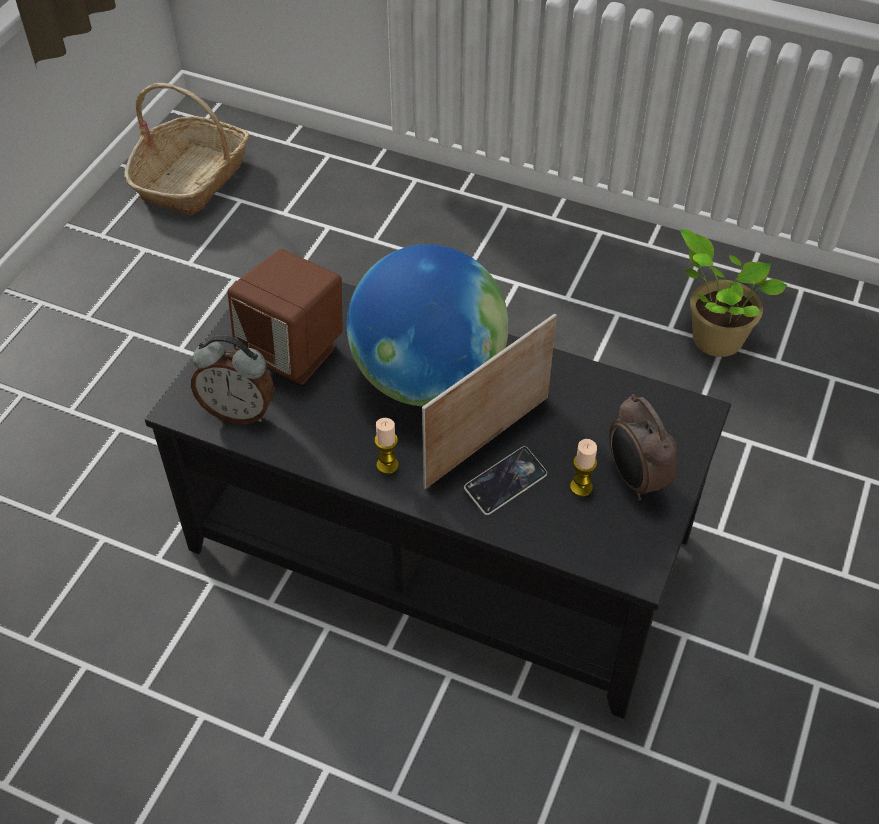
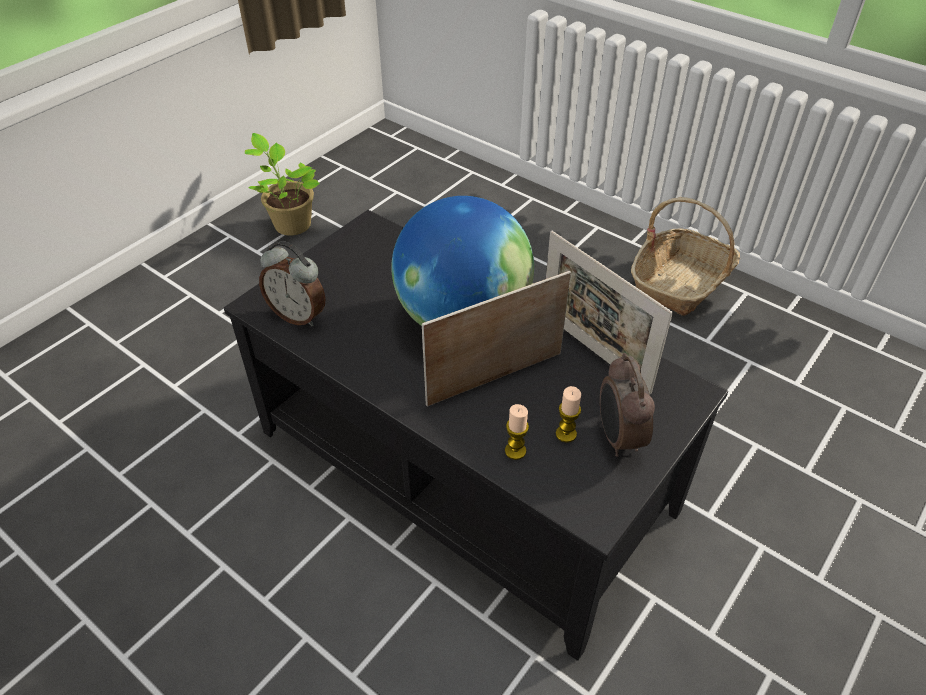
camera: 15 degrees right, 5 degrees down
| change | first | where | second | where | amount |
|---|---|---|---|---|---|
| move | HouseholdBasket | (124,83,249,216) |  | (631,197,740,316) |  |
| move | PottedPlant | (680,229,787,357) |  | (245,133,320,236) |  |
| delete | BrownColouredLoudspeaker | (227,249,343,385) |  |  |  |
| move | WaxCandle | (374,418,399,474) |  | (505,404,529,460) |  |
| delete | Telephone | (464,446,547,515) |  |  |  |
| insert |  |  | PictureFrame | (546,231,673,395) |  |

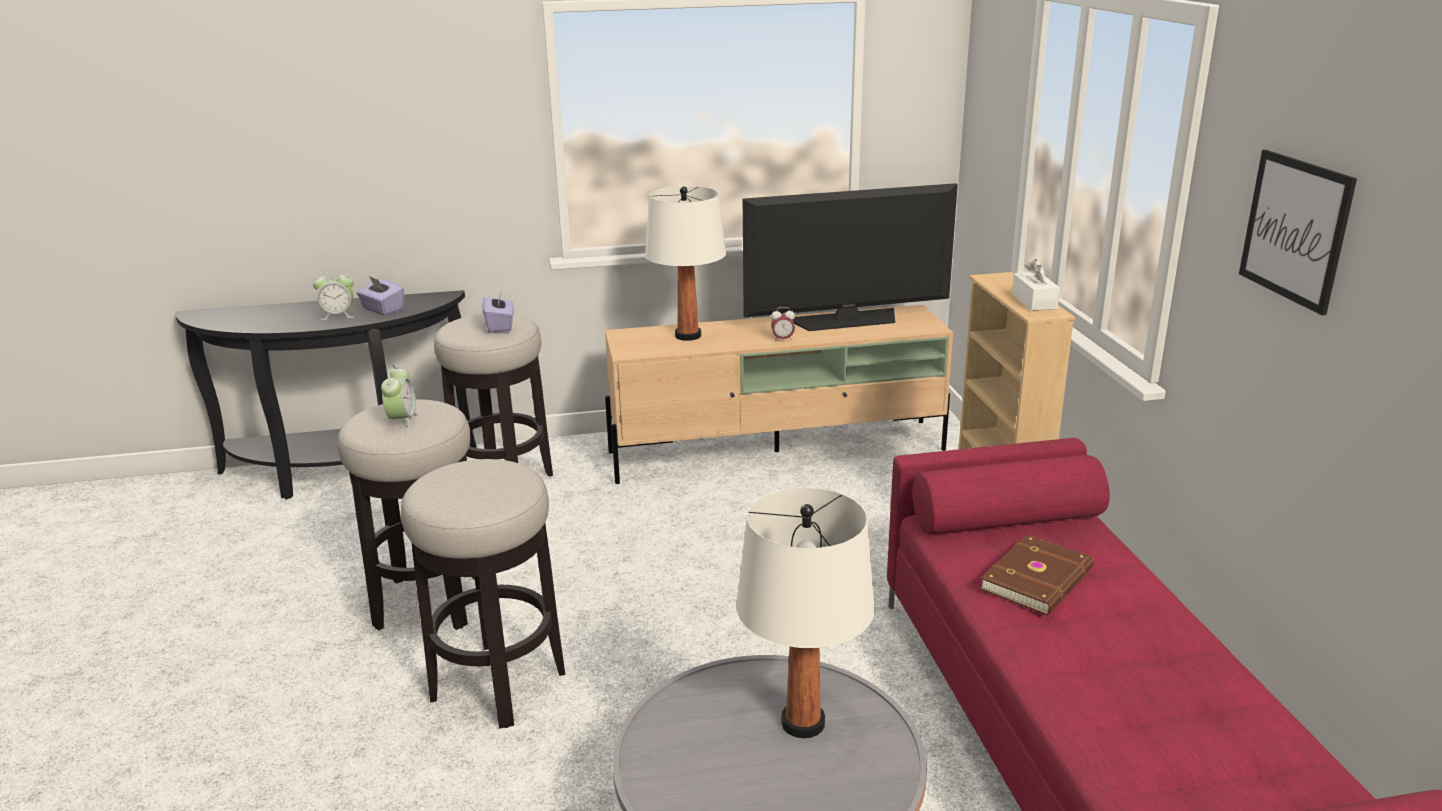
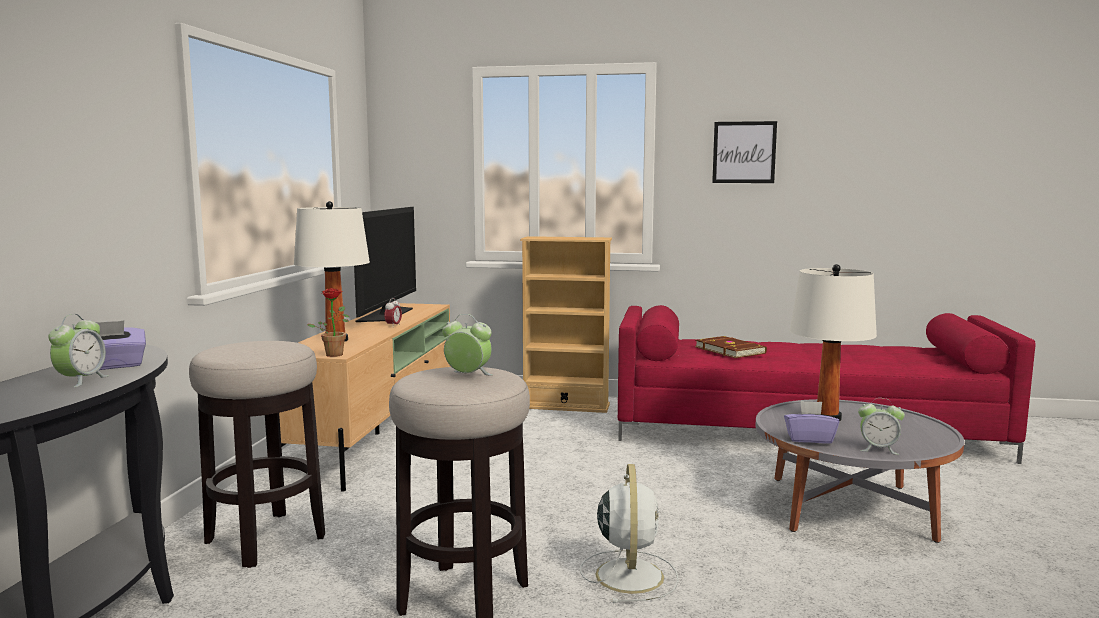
camera: 70 degrees left, 15 degrees down
| change | first | where | second | where | amount |
|---|---|---|---|---|---|
| delete | WhitishBoxOfTissues | (1012,259,1060,311) |  |  |  |
| move | PurplishBoxOfTissues | (482,290,514,333) |  | (784,401,839,444) |  |
| replace | SittingStool | (401,459,565,729) | WhitishCoolingFan | (580,464,679,603) |  |
| insert |  |  | PottedPlant | (307,288,349,357) |  |
| insert |  |  | BedsideClock | (858,398,905,455) |  |

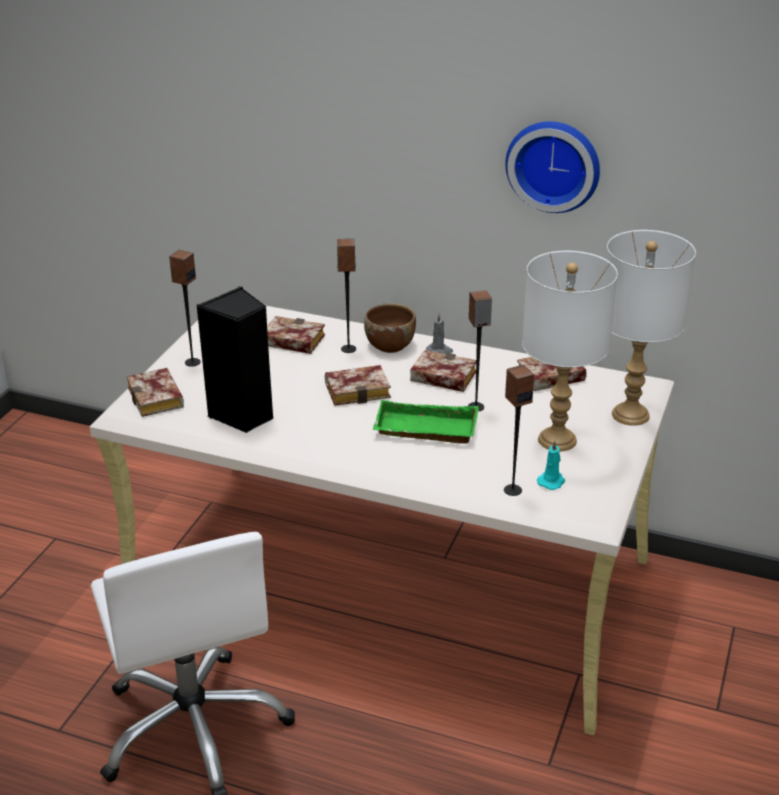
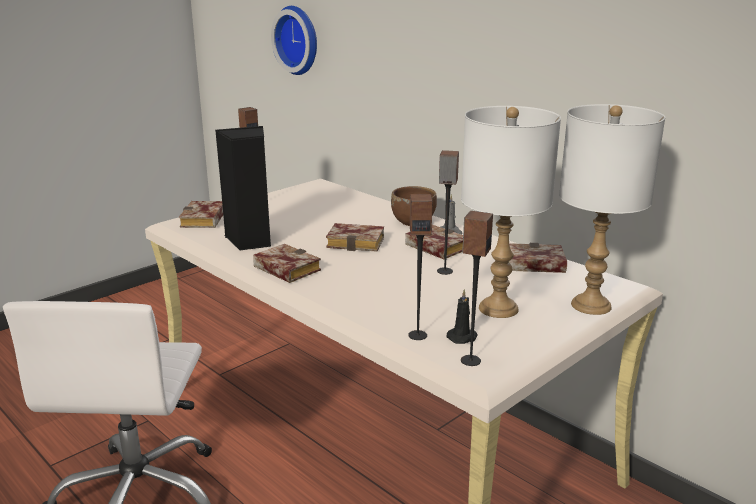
camera: 25 degrees right, 10 degrees down
| change | first | where | second | where | amount |
|---|---|---|---|---|---|
| move | HangingClock | (505,121,600,213) |  | (271,6,317,75) |  |
| move | Loudspeaker | (337,239,356,353) |  | (461,211,493,366) |  |
| move | BoundBook | (267,316,325,354) |  | (253,244,321,283) |  |
| delete | GreenishTray | (372,400,479,444) |  |  |  |
| recolor | TurquoiseColouredWaxCandle | (537,440,565,490) | BlackColouredWaxCandle | (446,289,478,344) |  |

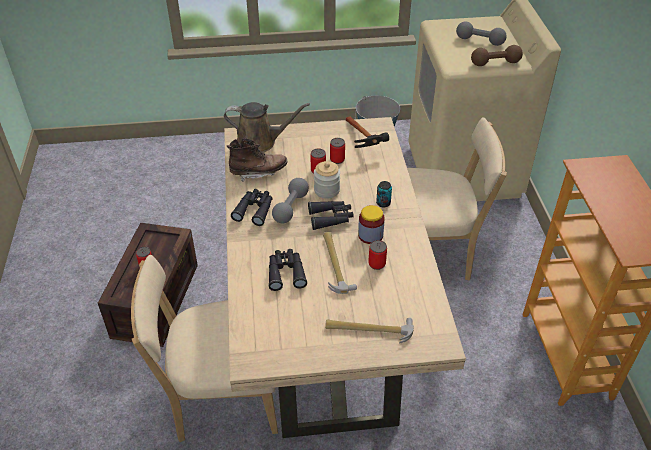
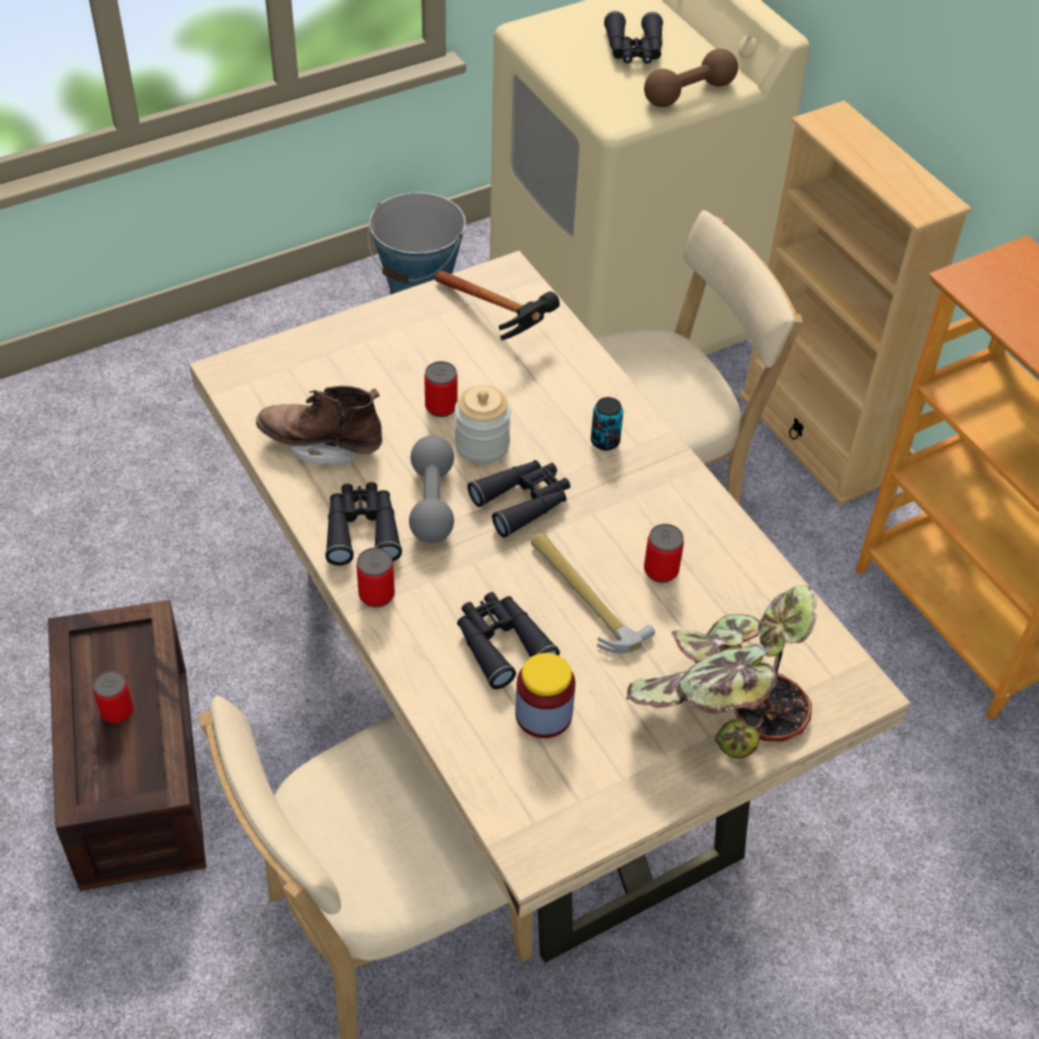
camera: 25 degrees left, 5 degrees up
| change | first | where | second | where | amount |
|---|---|---|---|---|---|
| replace | GreyishDumbbell | (456,21,507,46) | BlackColouredFieldGlasses | (604,11,663,64) |  |
| delete | BrownColouredSprinklingCan | (224,102,310,152) |  |  |  |
| rotate | BrownColouredTallBoot | (227,138,288,182) |  | (256,386,382,466) | 135 degrees counterclockwise |
| move | SealedCan | (330,138,345,164) |  | (356,548,395,608) |  |
| move | StorageJar | (358,205,385,244) |  | (515,653,575,738) |  |
| replace | ToolHammer | (325,318,414,344) | PottedPlant | (626,585,817,759) |  |
| insert |  |  | SandColouredShelvingUnit | (739,100,972,505) |  |

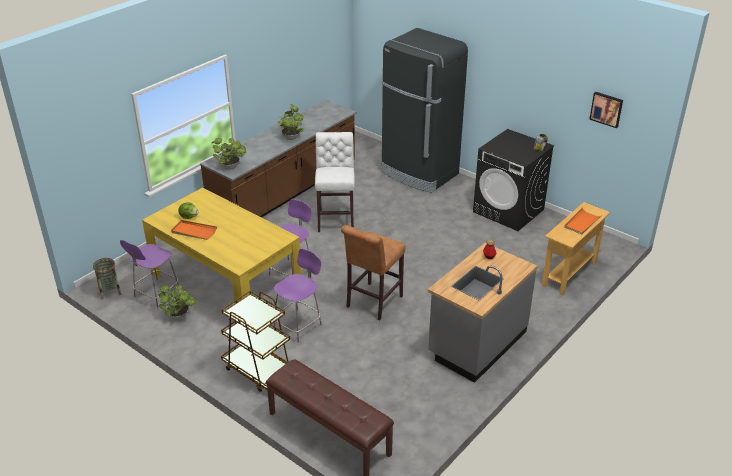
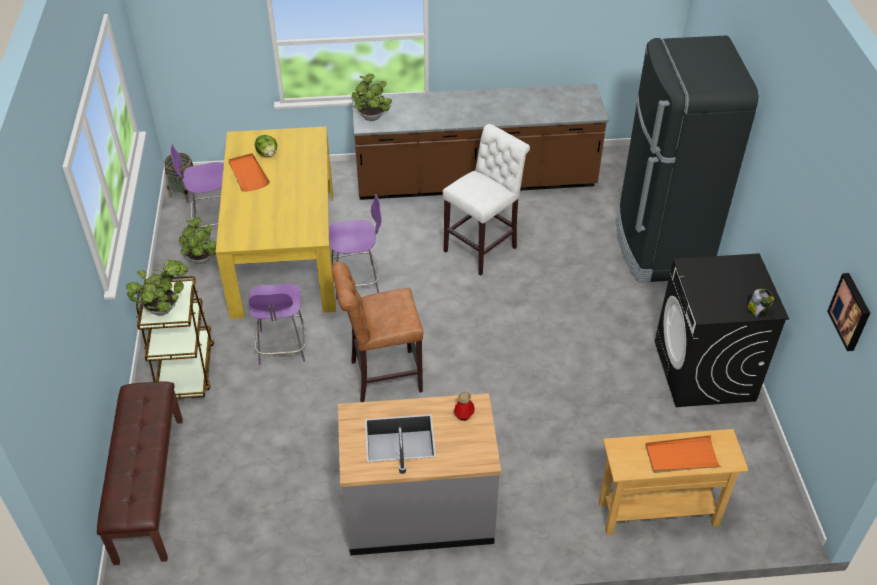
camera: 45 degrees right, 10 degrees up
| change | first | where | second | where | amount |
|---|---|---|---|---|---|
| move | PottedPlant | (278,104,303,140) |  | (126,260,188,316) |  |
| rotate | PurplishChair | (274,249,322,343) |  | (249,284,306,365) | 90 degrees clockwise |

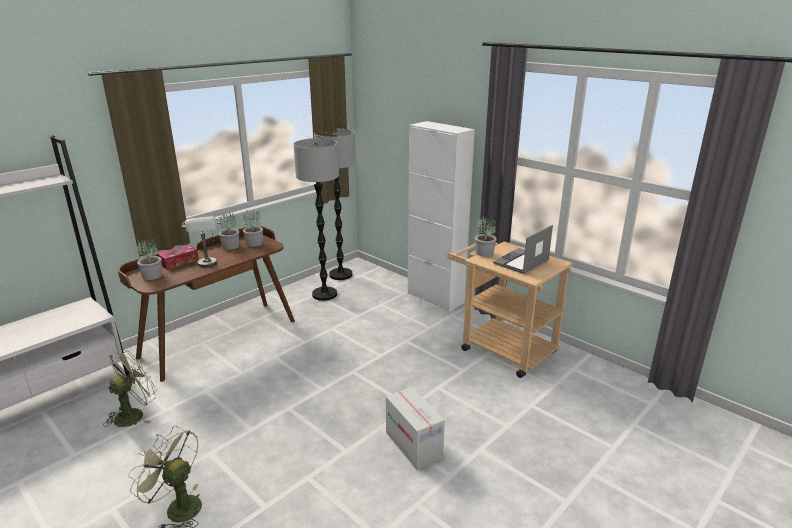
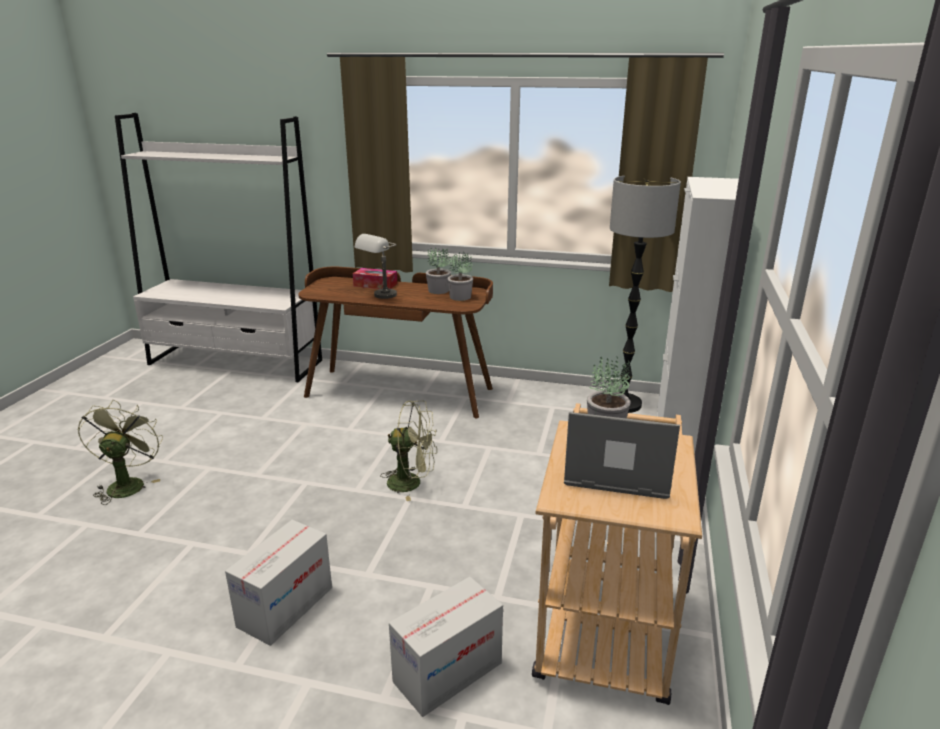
camera: 60 degrees right, 0 degrees up
| change | first | where | second | where | amount |
|---|---|---|---|---|---|
| delete | FloorLamp | (293,138,339,301) |  |  |  |
| delete | PottedPlant | (136,237,162,280) |  |  |  |
| move | GreenishCoolingFan | (103,349,156,427) |  | (380,401,437,501) |  |
| insert |  |  | CardboardBox | (389,577,503,717) |  |

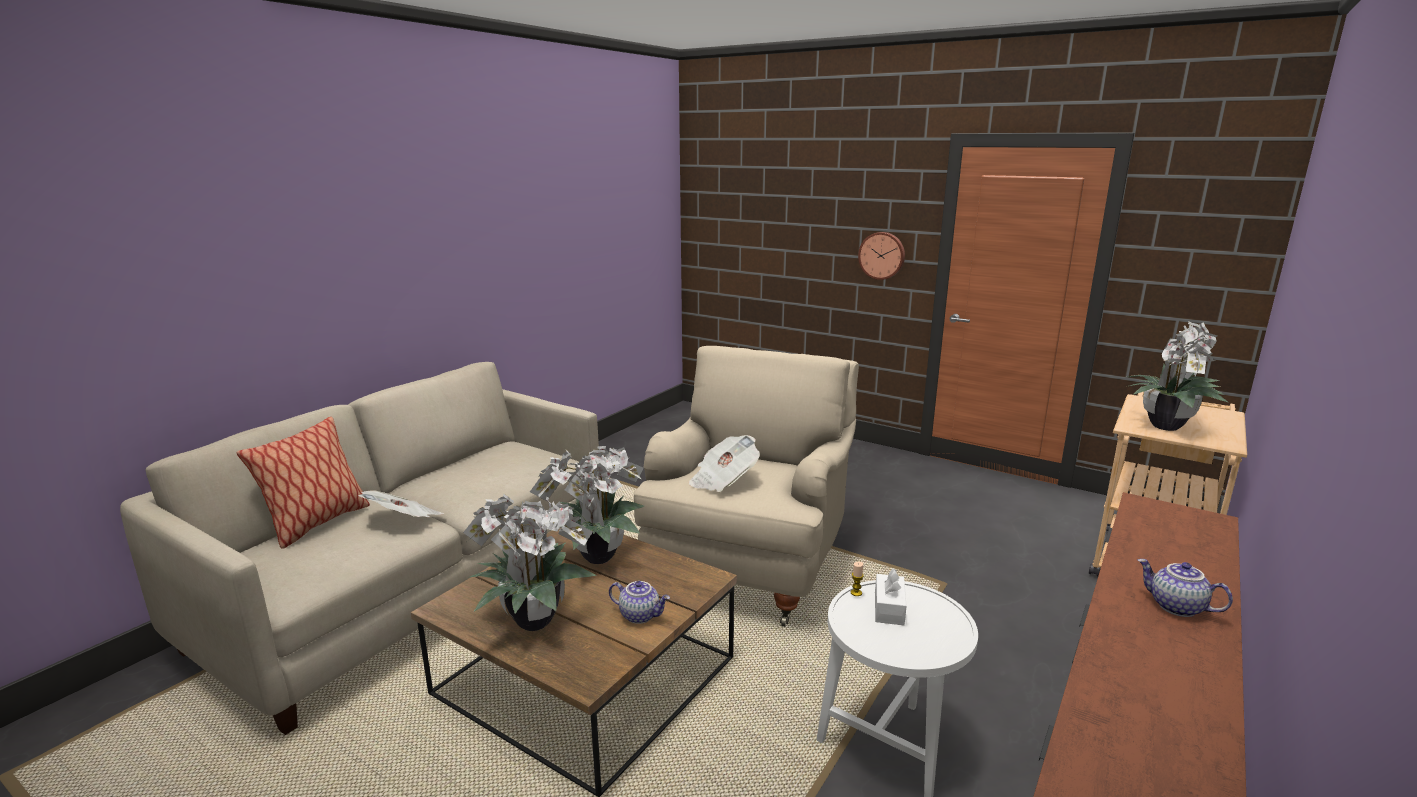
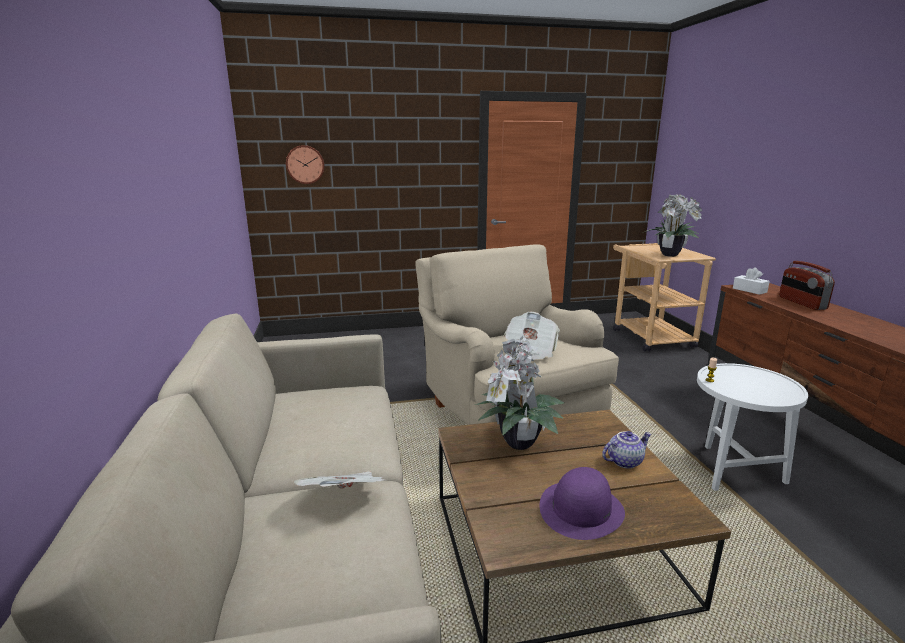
camera: 45 degrees left, 0 degrees up
| change | first | where | second | where | amount |
|---|---|---|---|---|---|
| move | HangingClock | (858,232,905,280) |  | (286,145,325,184) |  |
| delete | Cushion | (236,417,370,549) |  |  |  |
| replace | PottedPlant | (463,494,596,631) | PurplishClothingHat | (539,467,625,540) |  |
| delete | TeaPot | (1138,559,1233,617) |  |  |  |
| move | WhitishBoxOfTissues | (875,568,907,625) |  | (733,267,770,295) |  |
| insert |  |  | RadioSet | (779,261,835,310) |  |

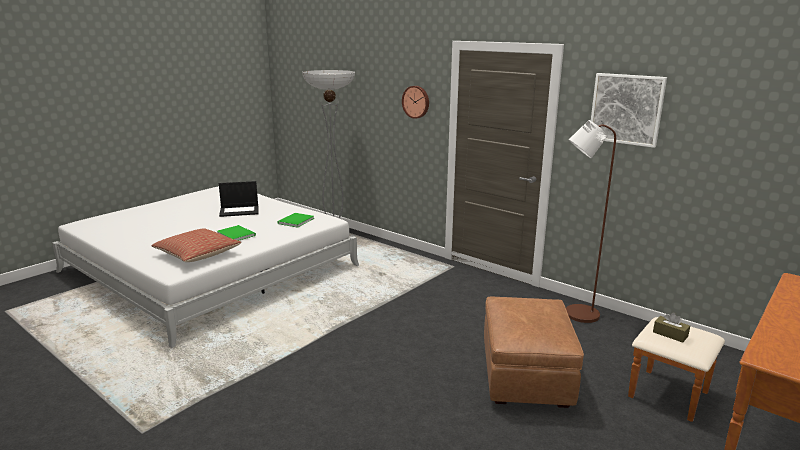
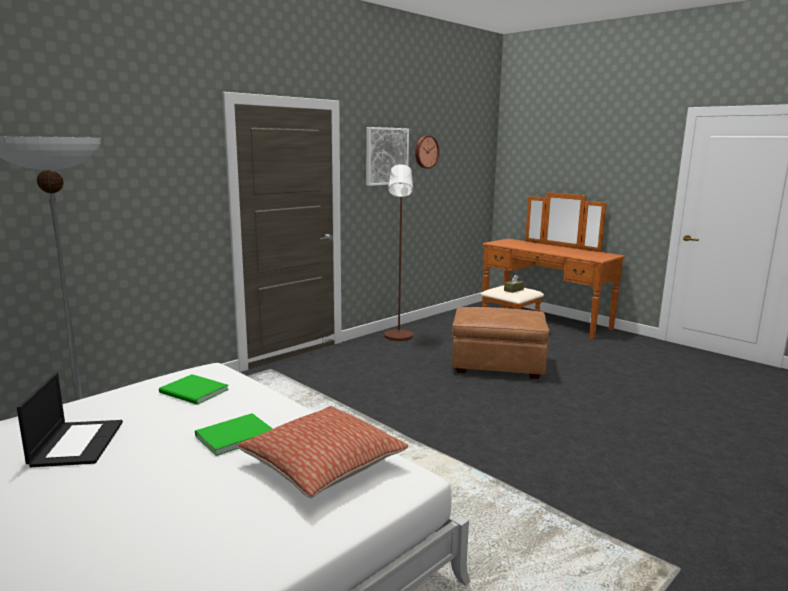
camera: 85 degrees left, 5 degrees down
| change | first | where | second | where | amount |
|---|---|---|---|---|---|
| move | HangingClock | (402,86,429,119) |  | (415,136,439,169) |  |

